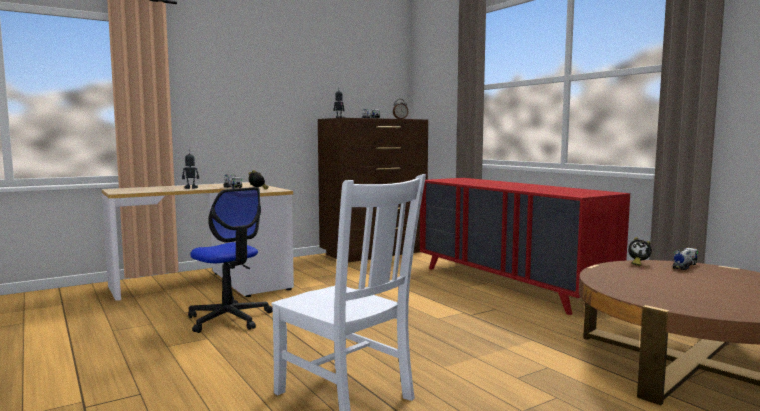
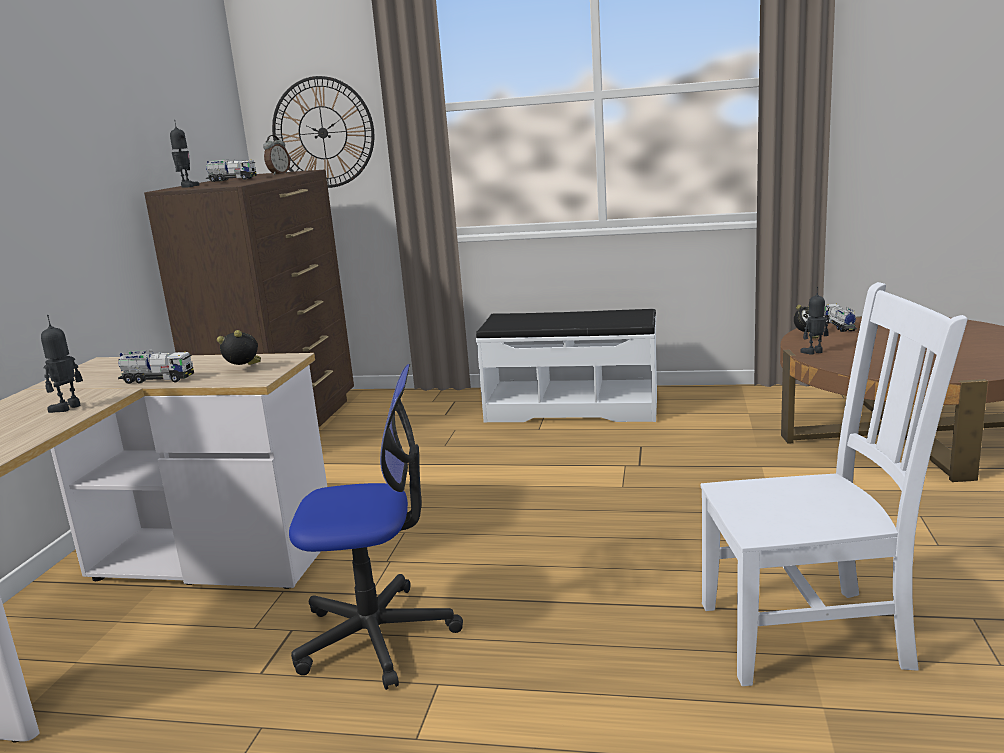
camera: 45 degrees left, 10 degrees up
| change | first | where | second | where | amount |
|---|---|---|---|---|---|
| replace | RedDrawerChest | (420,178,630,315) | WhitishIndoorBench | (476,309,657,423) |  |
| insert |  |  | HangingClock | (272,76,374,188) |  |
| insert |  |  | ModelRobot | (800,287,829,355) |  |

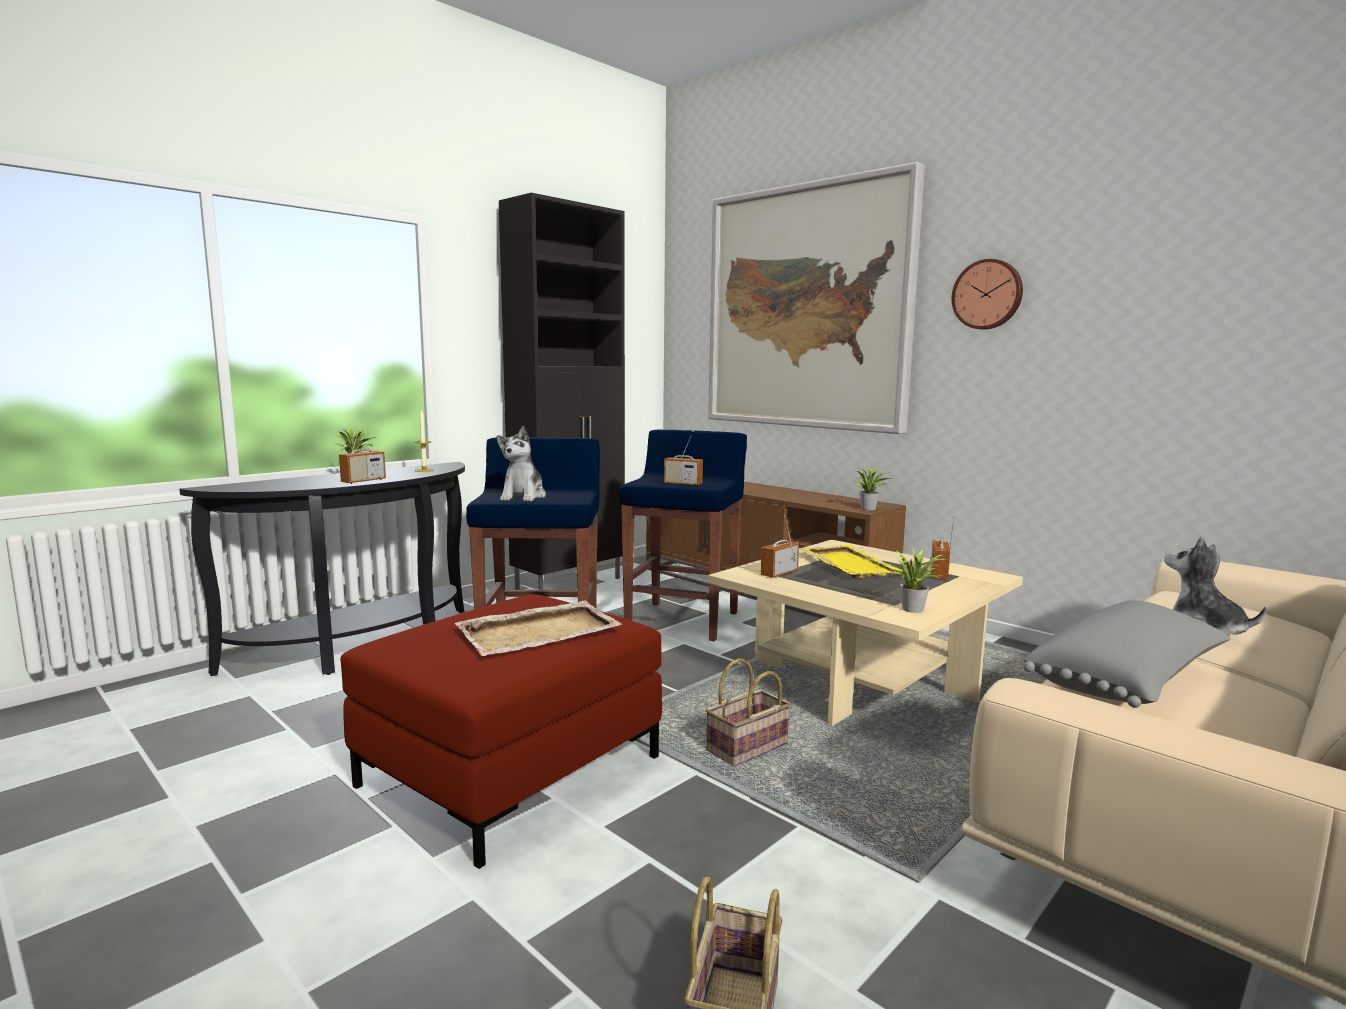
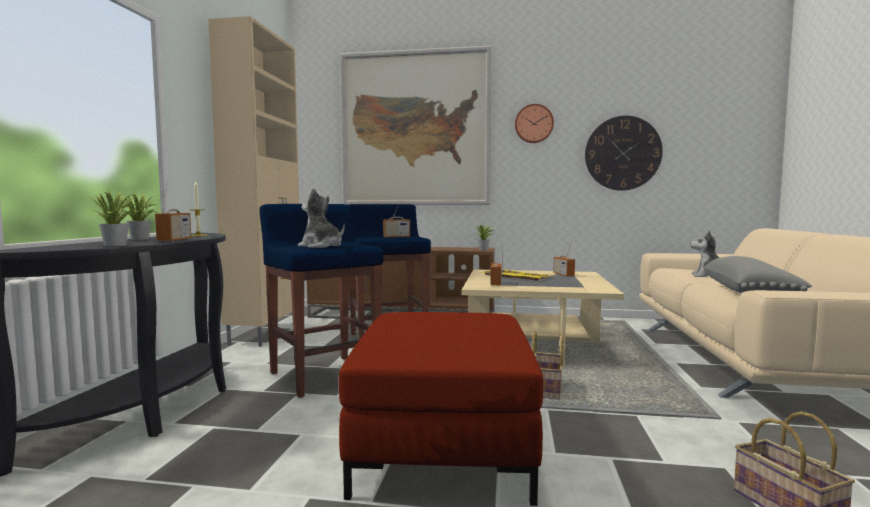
camera: 35 degrees left, 5 degrees down
| change | first | where | second | where | amount |
|---|---|---|---|---|---|
| recolor | BlackColouredCupboard | (499,193,625,590) | SandColouredCupboard | (208,16,299,347) |  |
| rotate | CuddlyToy | (497,426,546,501) |  | (298,188,345,248) | 150 degrees clockwise |
| move | PottedPlant | (893,548,947,613) |  | (87,189,138,246) |  |
| delete | SandColouredTray | (455,600,623,656) |  |  |  |
| insert |  |  | HangingClock | (585,116,663,191) |  |

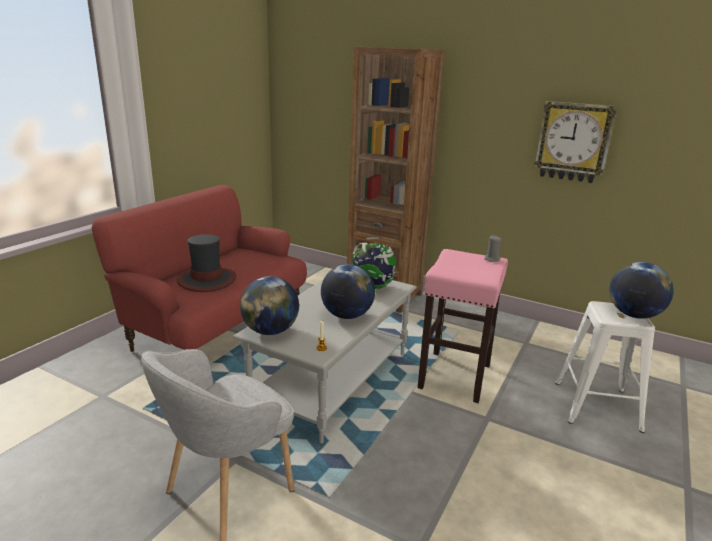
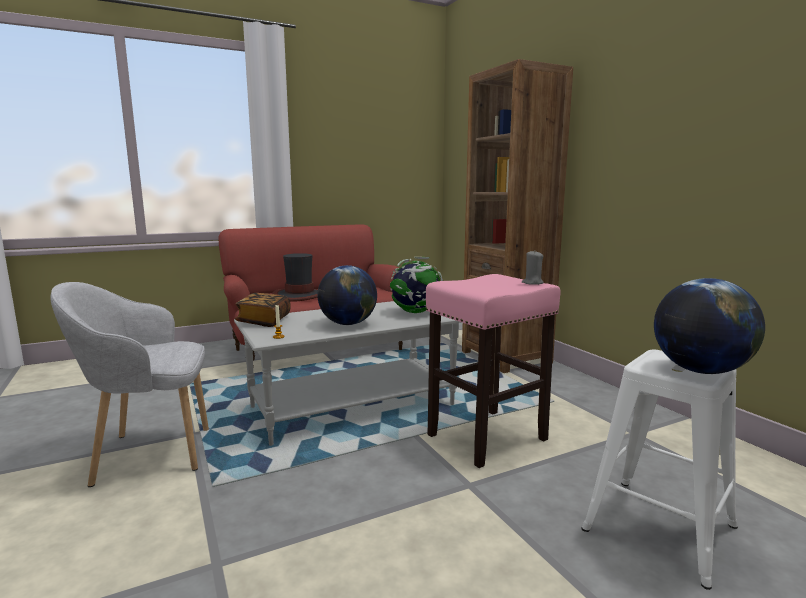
camera: 35 degrees right, 10 degrees down
| change | first | where | second | where | amount |
|---|---|---|---|---|---|
| delete | HangingClock | (534,101,618,183) |  |  |  |
| replace | Globe | (240,276,299,335) | BoundBook | (235,293,291,327) |  |

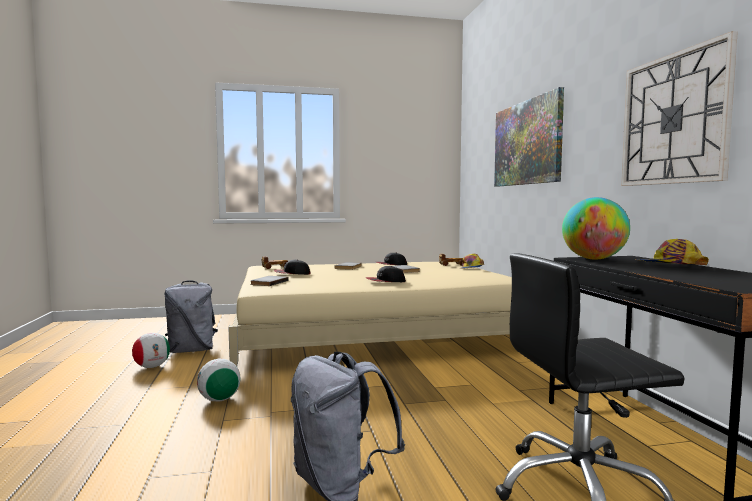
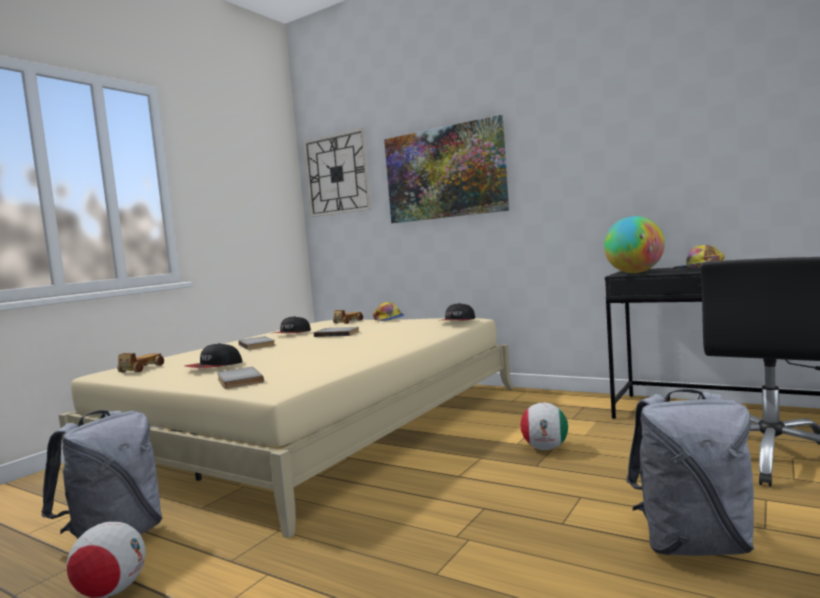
camera: 45 degrees left, 0 degrees up
| change | first | where | second | where | amount |
|---|---|---|---|---|---|
| move | HangingClock | (621,31,738,186) |  | (303,128,372,217) |  |
| move | Cap | (366,266,406,282) |  | (442,303,475,320) |  |
| move | Football | (197,359,241,401) |  | (521,402,568,450) |  |

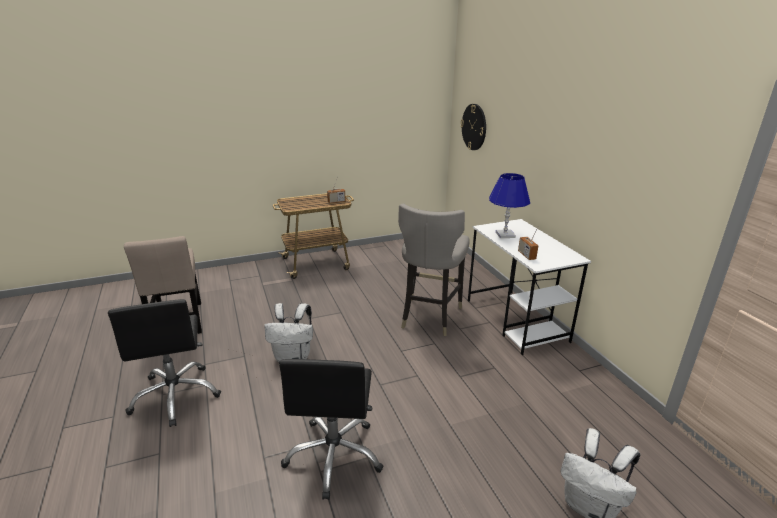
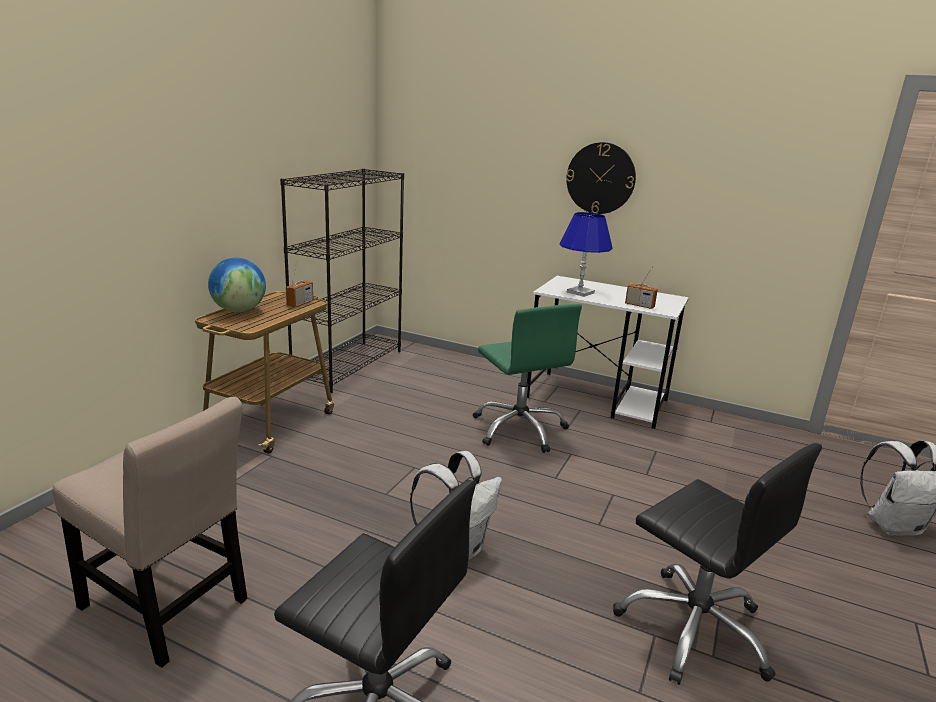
camera: 45 degrees left, 5 degrees down
| change | first | where | second | where | amount |
|---|---|---|---|---|---|
| move | HangingClock | (460,104,486,150) |  | (566,142,636,214) |  |
| replace | GreyishSittingStool | (398,203,470,336) | GreenishOfficeChair | (473,304,582,453) |  |
| insert |  |  | BlackColouredShelvingUnit | (280,169,404,393) |  |
| insert |  |  | Globe | (208,258,266,312) |  |

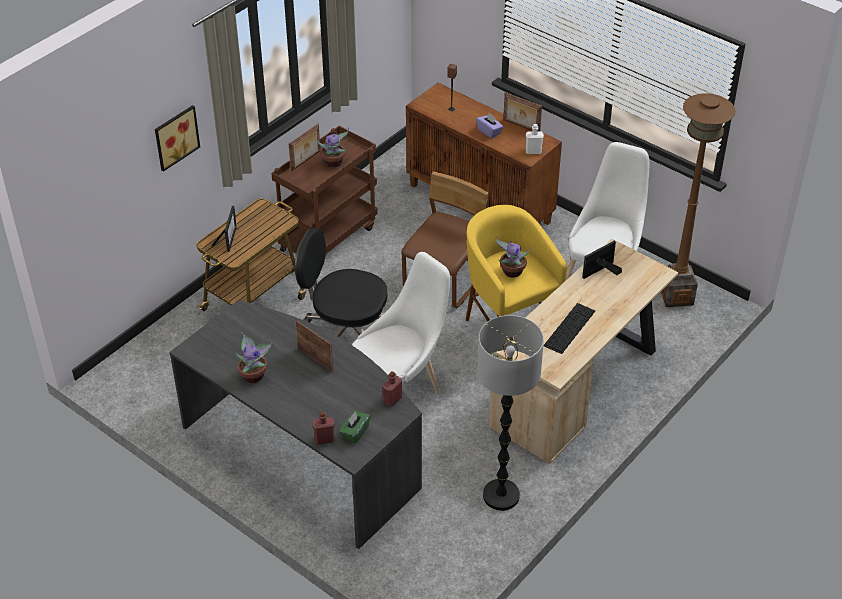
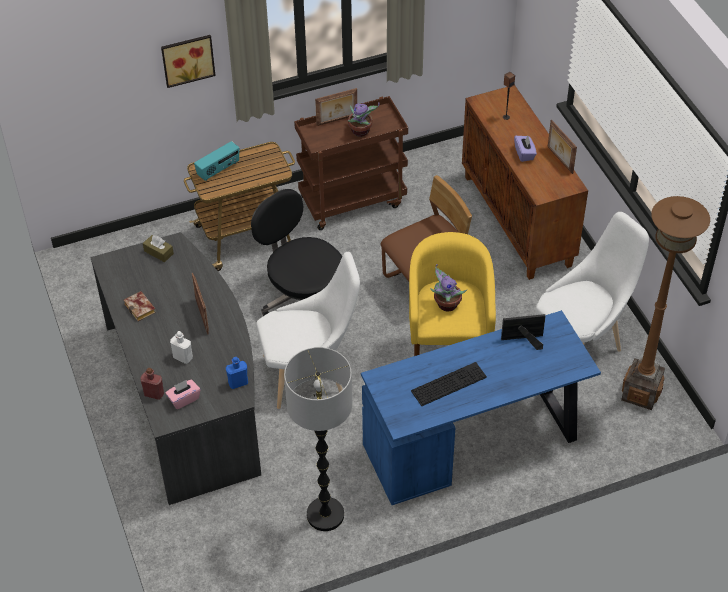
camera: 30 degrees right, 5 degrees up
| change | first | where | second | where | amount |
|---|---|---|---|---|---|
| move | WhitishDrinkBottle | (526,124,544,154) |  | (170,331,193,364) |  |
| replace | PictureFrame | (211,206,237,252) | RadioSet | (194,141,239,181) |  |
| recolor | SandColouredDesk | (489,239,678,464) | BlueDesk | (361,310,601,505) |  |
| replace | PottedPlant | (236,333,273,383) | BoundBook | (124,291,156,321) |  |
| recolor | RedDrinkBottle | (383,371,402,407) | BlueDrinkBottle | (226,357,248,389) |  |
| recolor | GreenishBoxOfTissues | (339,411,371,443) | PinkBoxOfTissues | (165,379,200,409) |  |
| insert |  |  | BrownColouredBoxOfTissues | (143,235,174,262) |  |

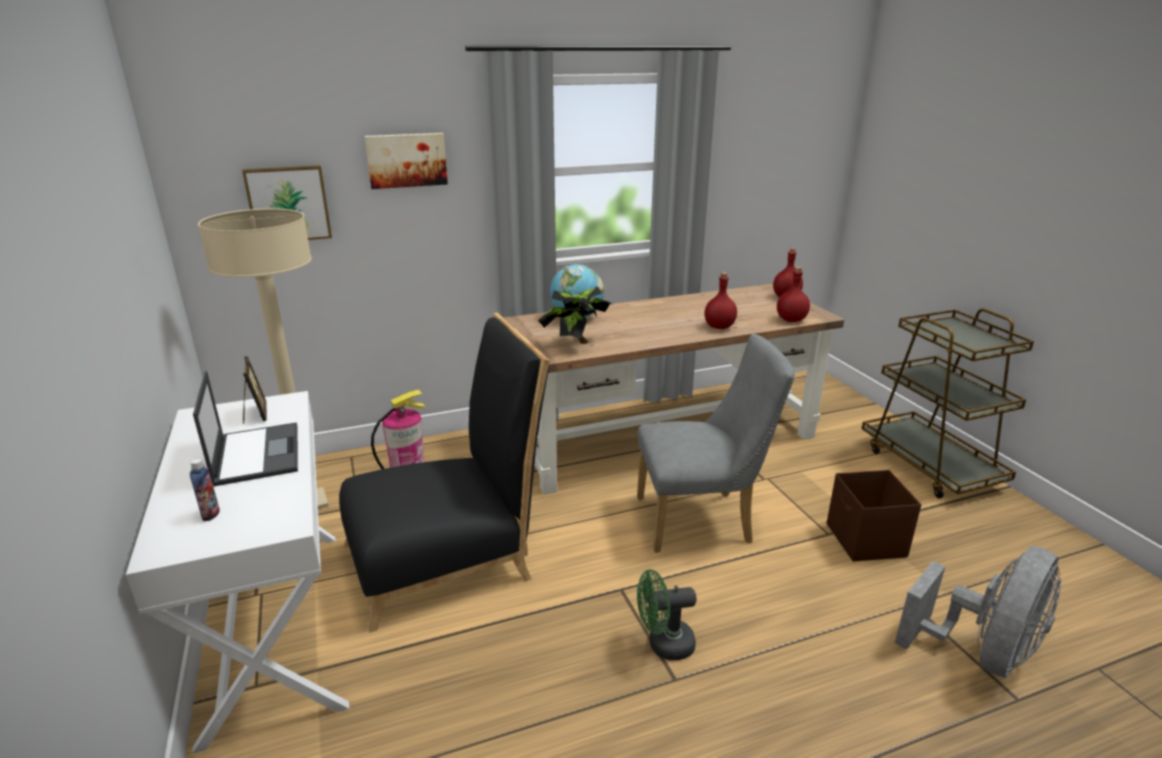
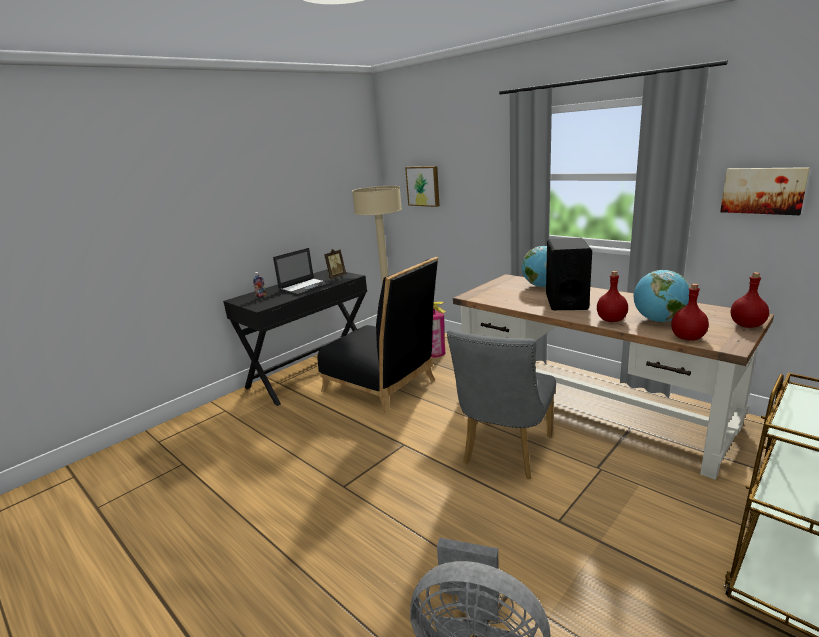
camera: 65 degrees right, 5 degrees down
| change | first | where | second | where | amount |
|---|---|---|---|---|---|
| move | WallArt | (365,133,448,189) |  | (720,167,810,215) |  |
| delete | PottedPlant | (538,286,613,344) |  |  |  |
| rotate | GreyishChair | (637,334,795,553) |  | (447,330,556,479) | 60 degrees clockwise |
| recolor | WhitishDesk | (126,391,349,754) | BlackColouredDesk | (223,269,367,406) |  |
| delete | BrownColouredStorageBin | (827,470,921,562) |  |  |  |
| delete | GreenishCoolingFan | (637,569,697,660) |  |  |  |
| insert |  |  | BlackColouredLoudspeaker | (546,238,592,310) |  |
| insert |  |  | Globe | (634,270,690,322) |  |

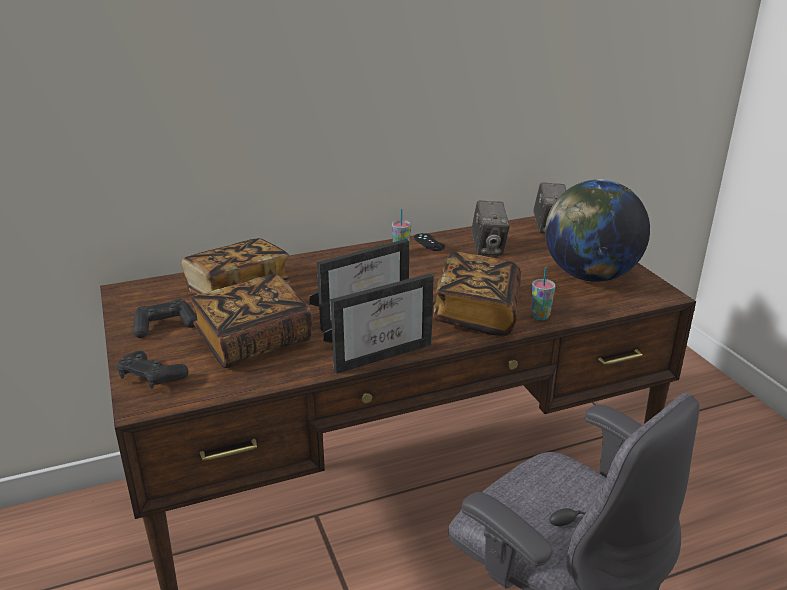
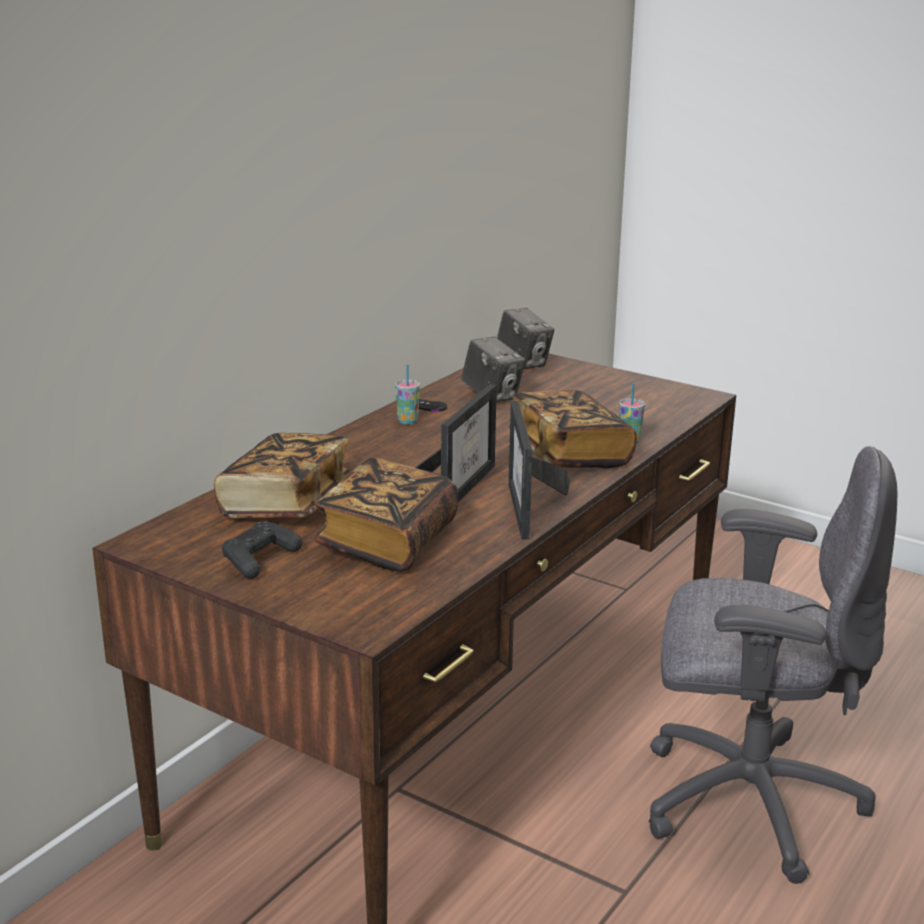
camera: 35 degrees left, 5 degrees down
| change | first | where | second | where | amount |
|---|---|---|---|---|---|
| delete | Globe | (545,179,650,282) |  |  |  |
| rotate | PictureFrame | (323,274,433,374) |  | (509,401,570,539) | 150 degrees clockwise |
| delete | BlackColouredJoypad | (117,350,189,389) |  |  |  |

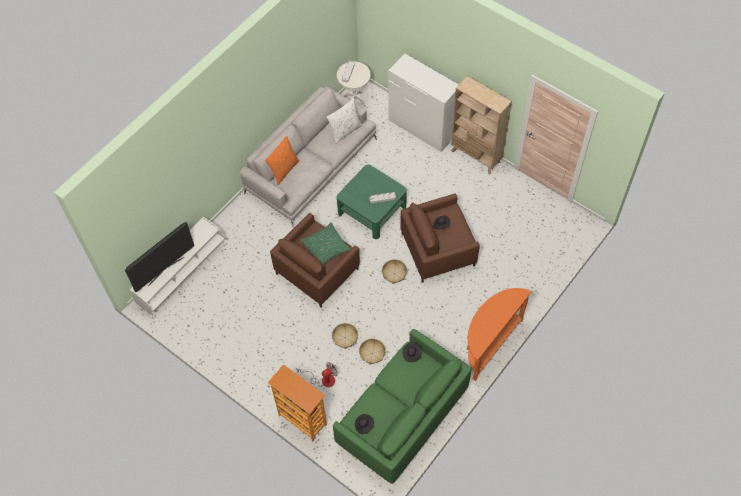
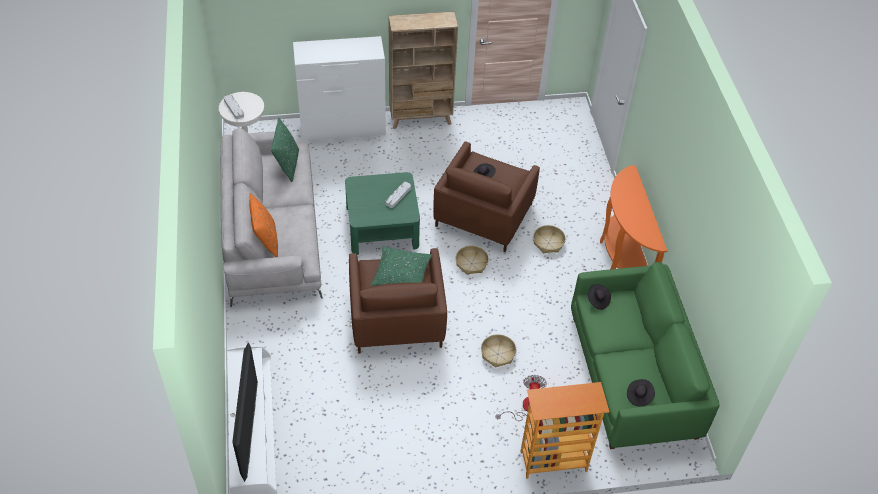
camera: 50 degrees left, 10 degrees down
| change | first | where | second | where | amount |
|---|---|---|---|---|---|
| recolor | WhitishCushion | (327,98,363,144) | GreenishCushion | (271,117,299,182) |  |
| move | HouseholdBasket | (359,338,386,365) |  | (533,225,566,253) |  |

